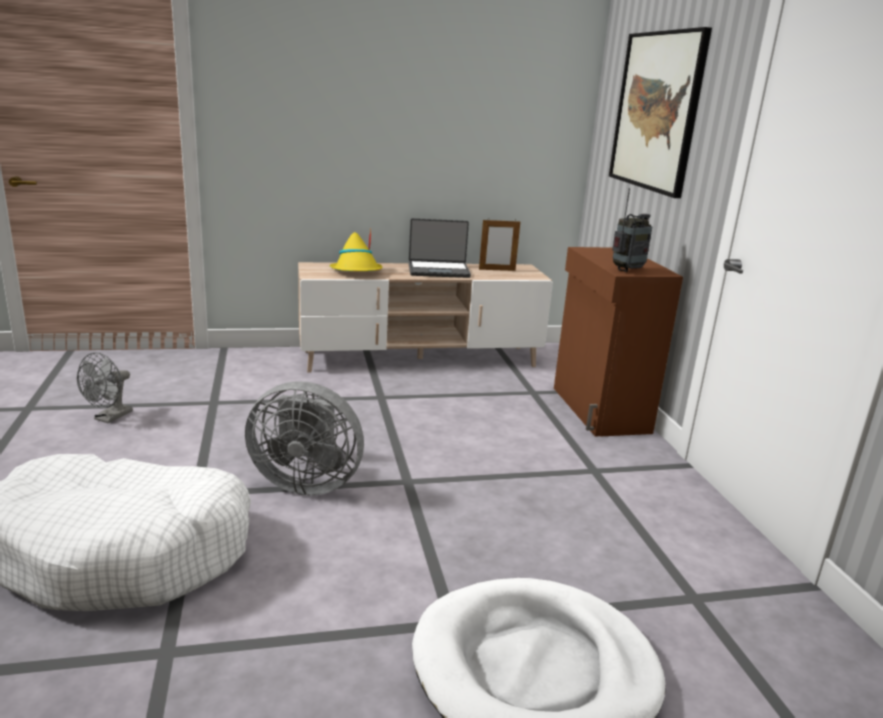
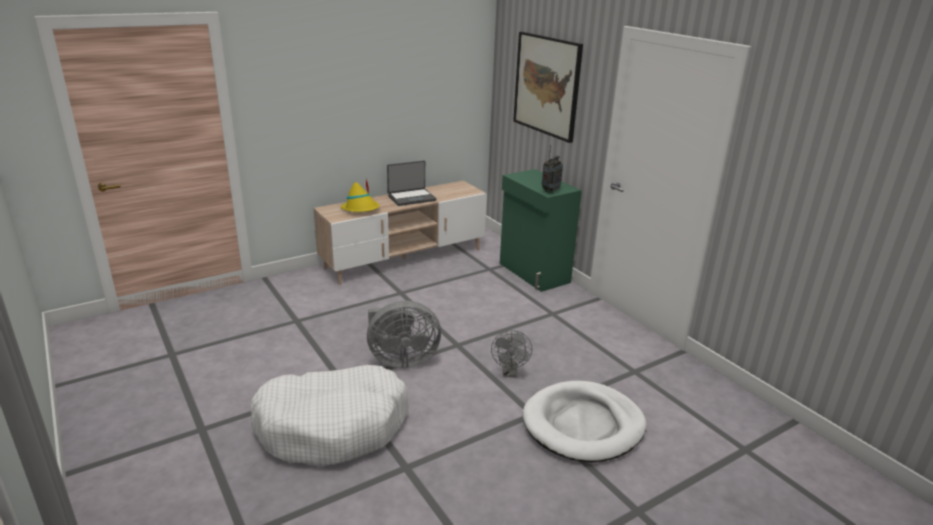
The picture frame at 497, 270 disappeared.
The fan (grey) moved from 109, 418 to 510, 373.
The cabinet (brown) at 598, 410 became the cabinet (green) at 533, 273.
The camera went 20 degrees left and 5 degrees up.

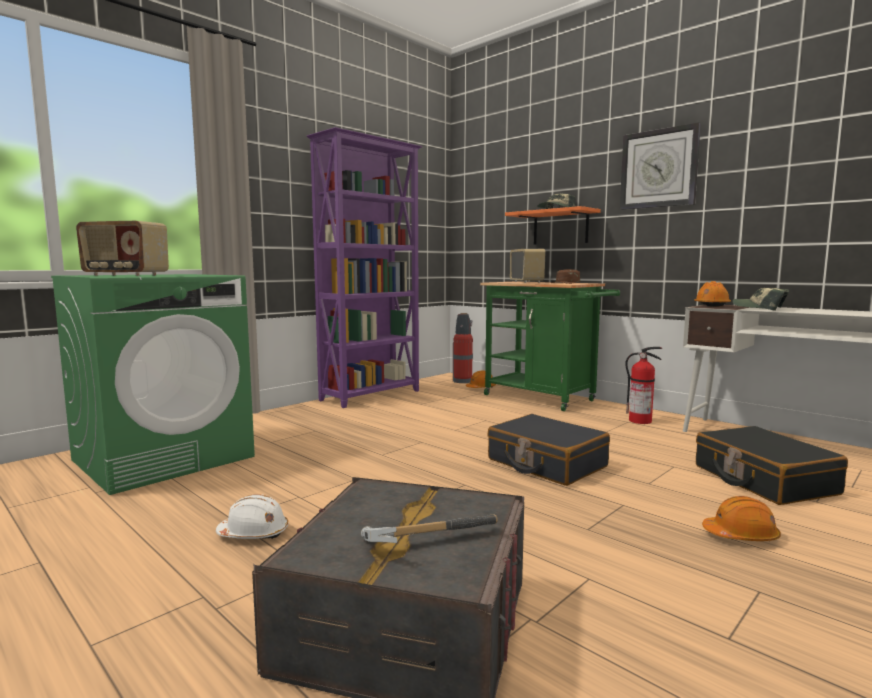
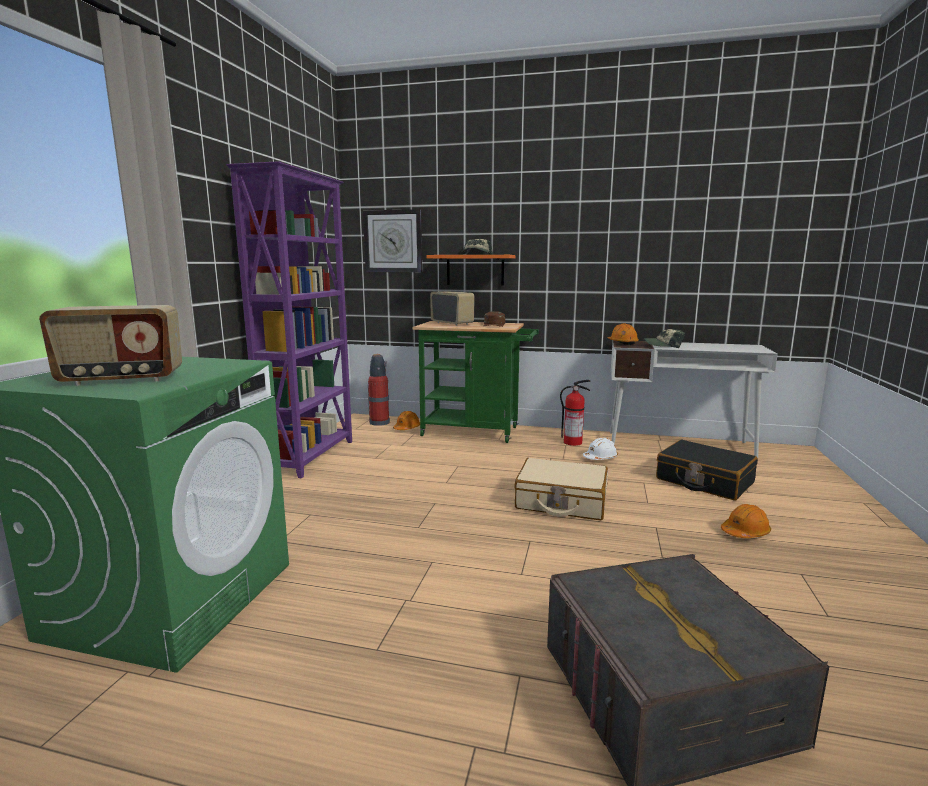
The hammer at 425, 540 disappeared.
The hard hat (white) moved from 254, 533 to 600, 458.
The wall clock moved from 659, 169 to 393, 241.
The suitcase (black) at 546, 463 became the suitcase (beige) at 561, 501.
The camera went 30 degrees left and 5 degrees up.

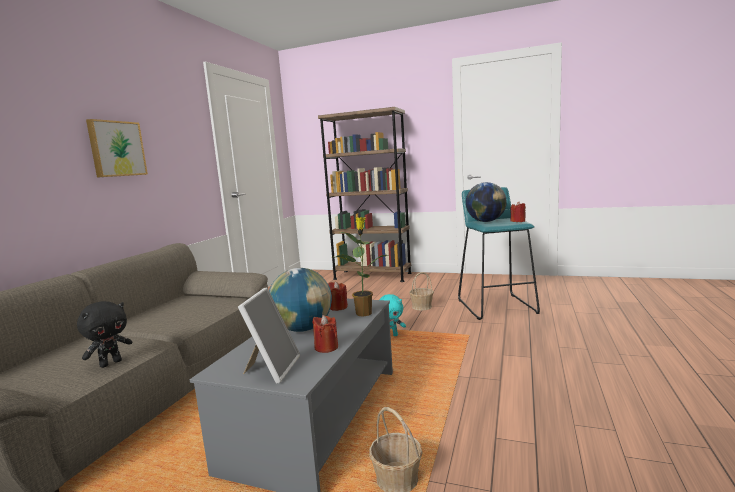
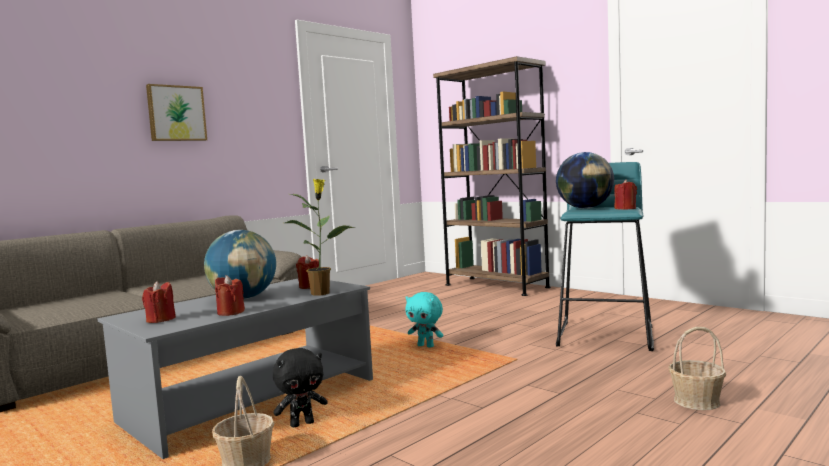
The plush toy (black) moved from 111, 363 to 302, 424.
The basket moved from 421, 307 to 696, 401.
The picture frame at 272, 368 was replaced by the candle (red) at 160, 320.
The camera went 25 degrees right and 5 degrees down.

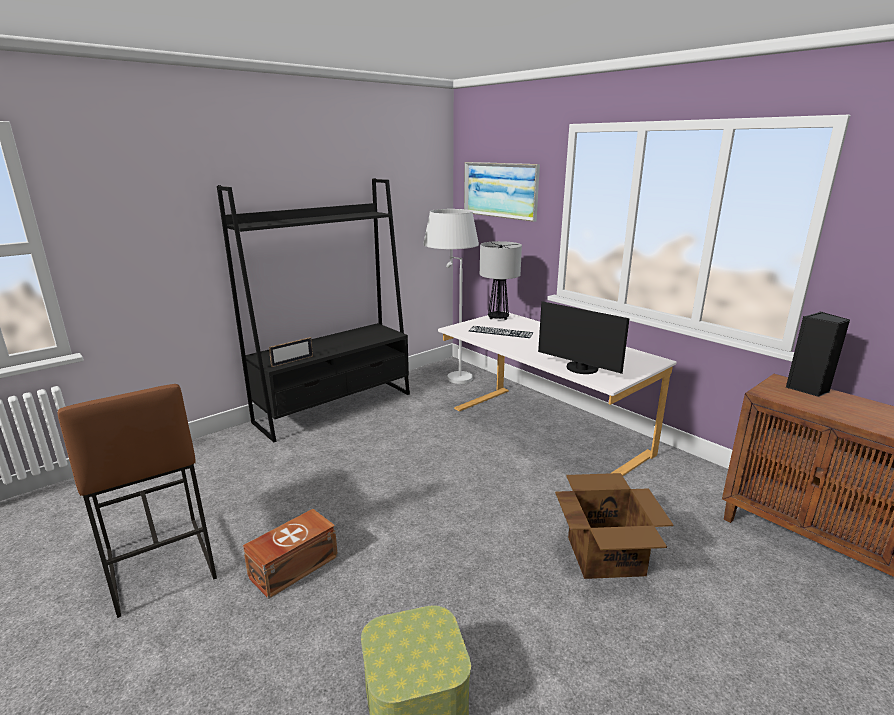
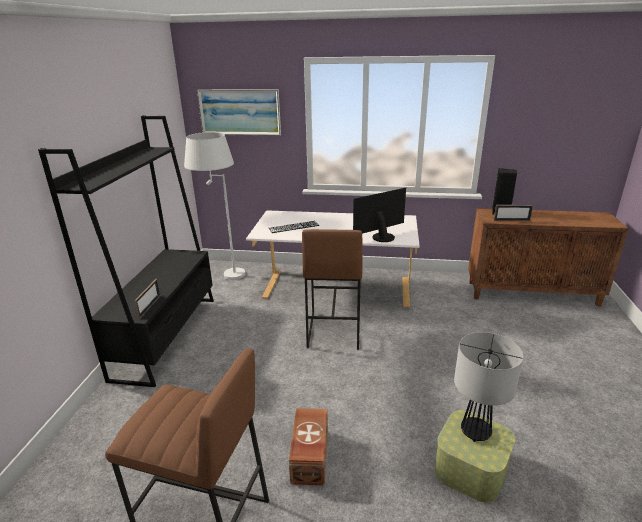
The cardboard box at 605, 555 disappeared.
The stool (brown) at 333, 330 appeared.
The picture frame at 511, 220 appeared.
The table lamp moved from 498, 318 to 476, 432.
The monitor at 580, 369 turned 150 degrees clockwise.
The camera went 40 degrees left and 5 degrees up.

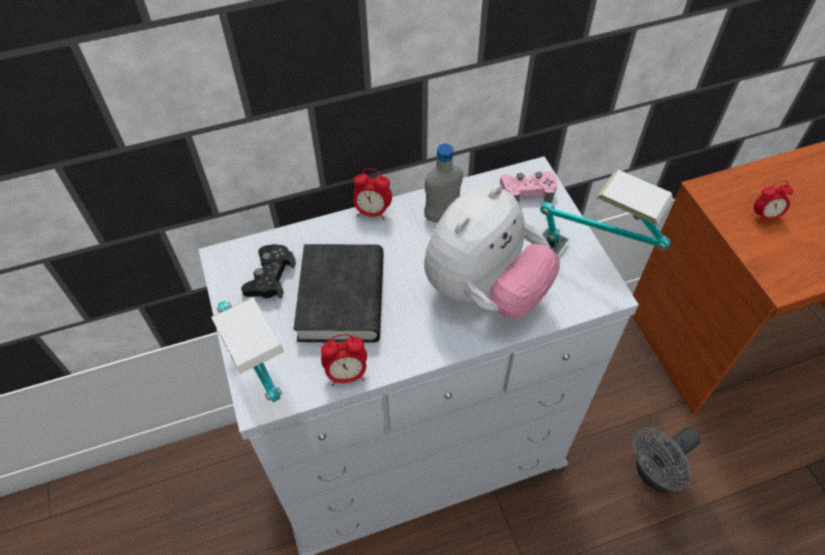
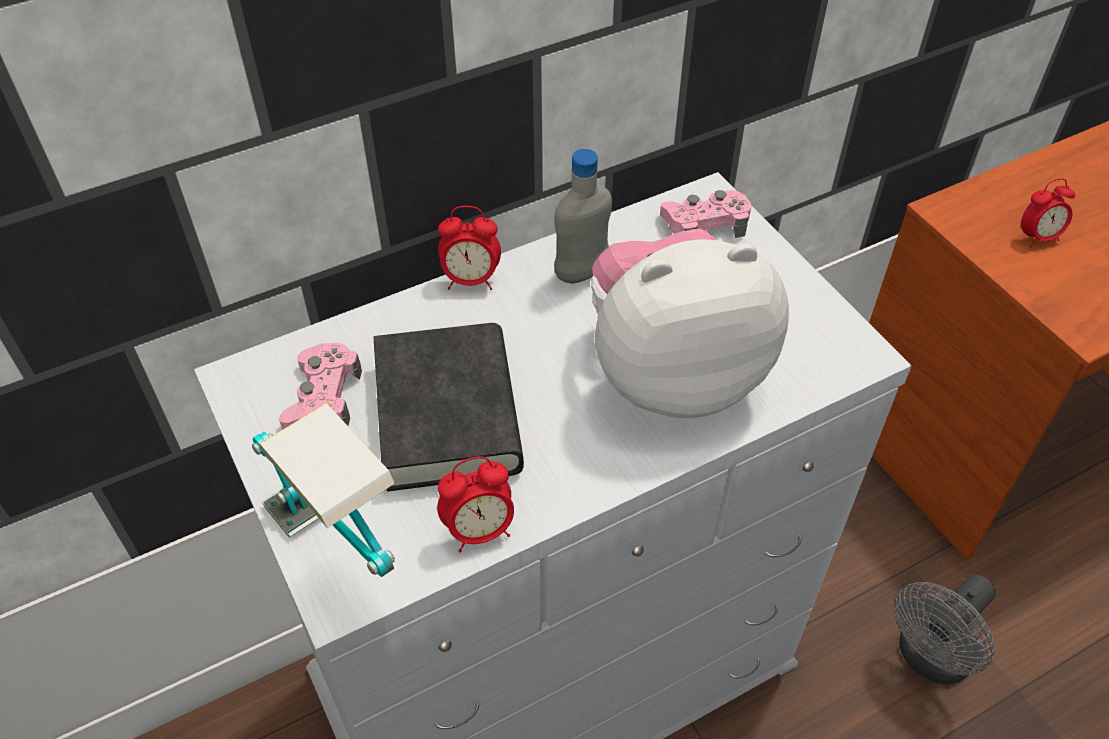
The table lamp at 589, 264 disappeared.
The game controller (black) at 270, 277 became the game controller (pink) at 323, 397.
The plush toy at 484, 290 turned 135 degrees counterclockwise.
The camera went 10 degrees left and 5 degrees down.

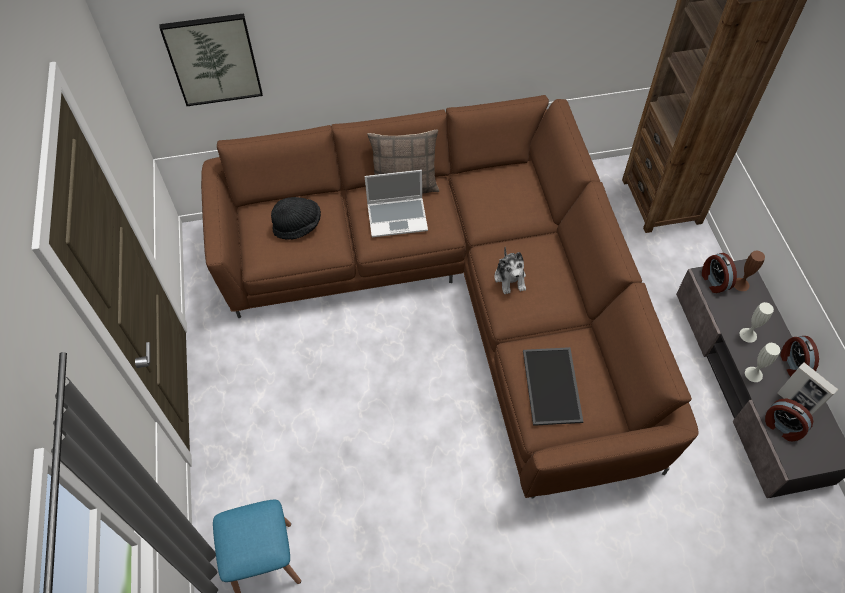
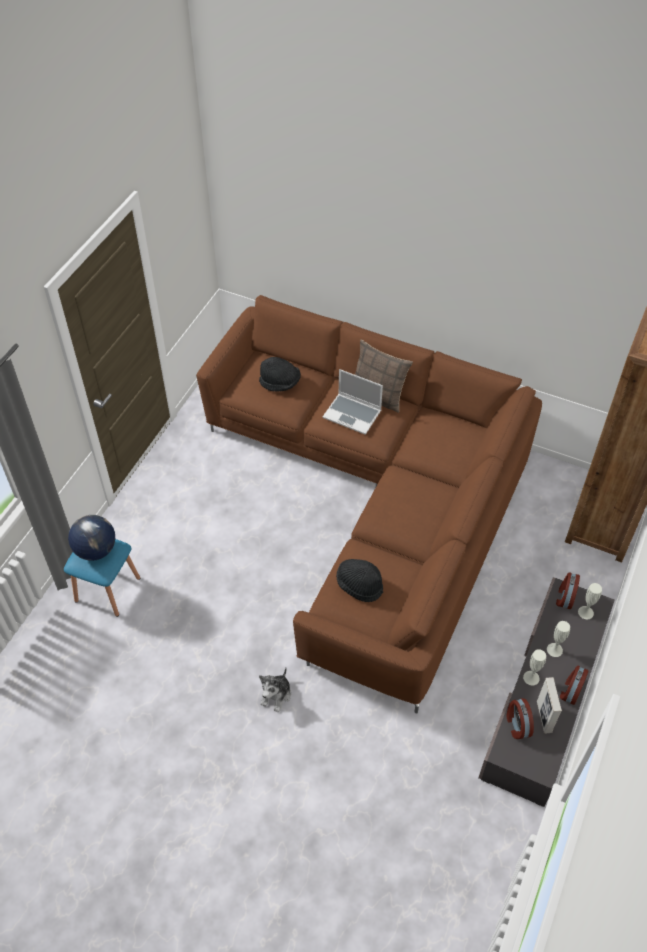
The picture at 213, 59 disappeared.
The globe at 95, 550 appeared.
The plush toy moved from 510, 278 to 276, 695.
The tray at 553, 386 was replaced by the hat (black) at 359, 585.
The vase (brown) at 741, 284 became the vase (white) at 585, 612.
The camera went 35 degrees right and 5 degrees down.

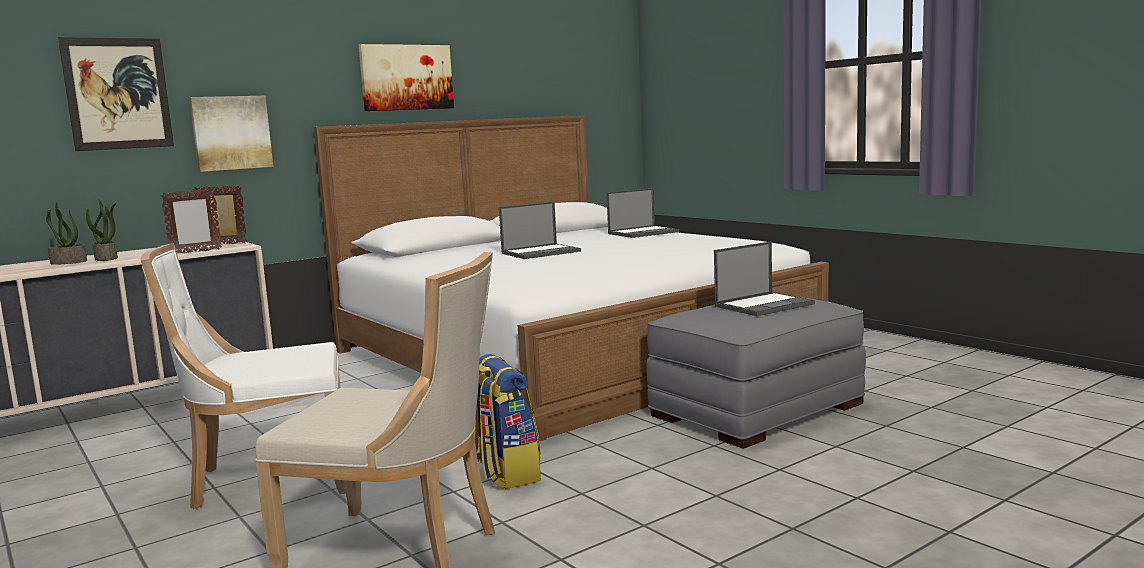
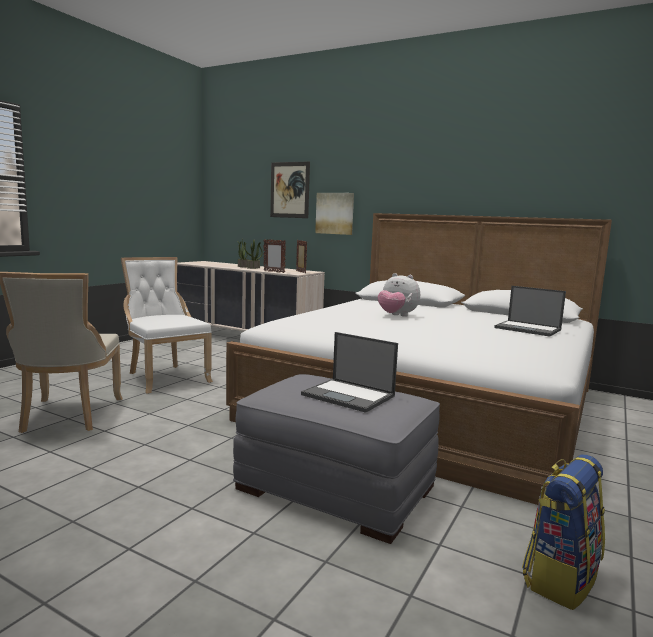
The picture at 406, 77 disappeared.
The backpack moved from 505, 473 to 560, 578.
The laptop at 541, 252 was replaced by the plush toy at 397, 316.
The camera went 65 degrees right and 0 degrees up.

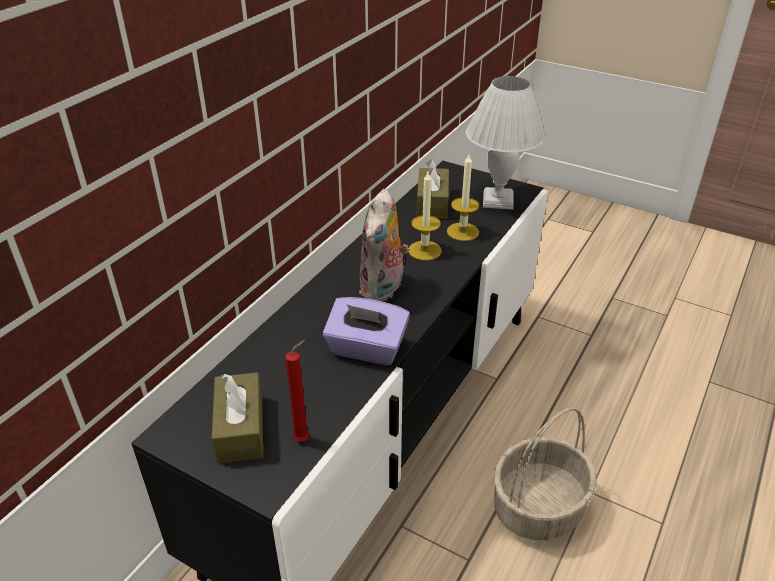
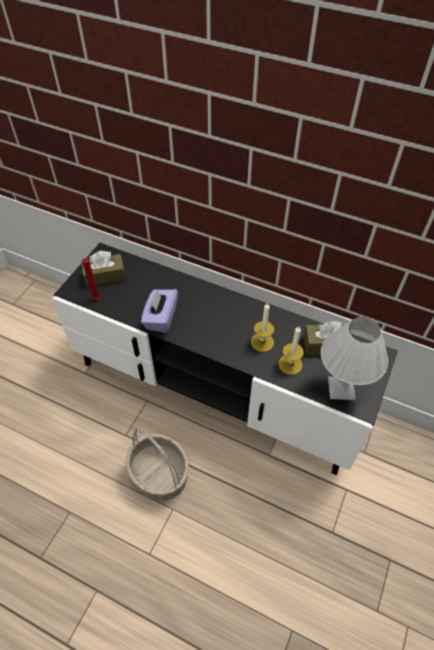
The plush toy at 384, 289 disappeared.
The camera went 85 degrees right and 15 degrees up.

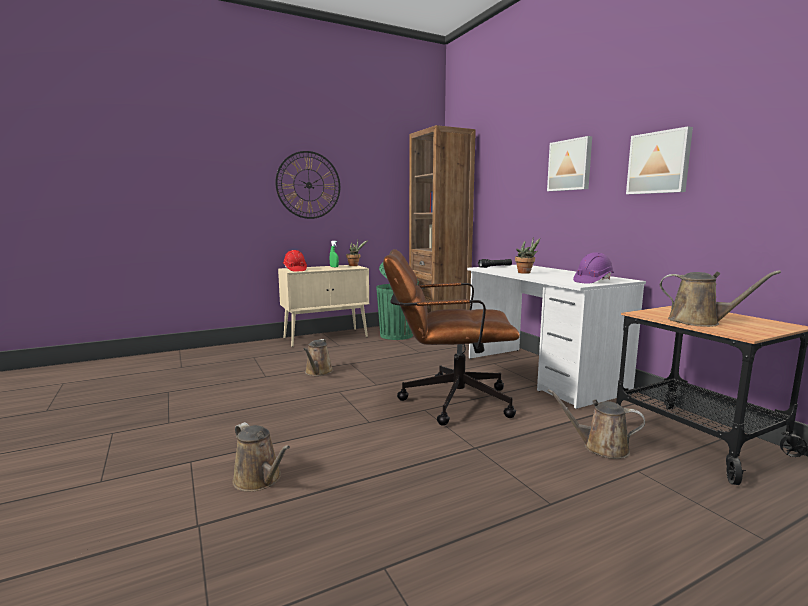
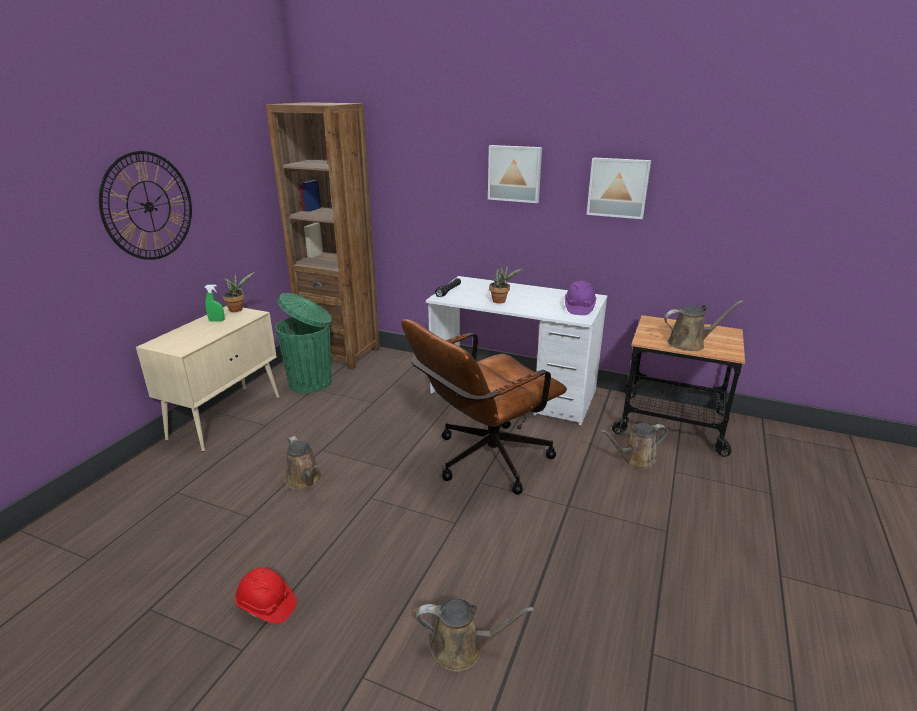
The hard hat (red) moved from 295, 270 to 266, 605.
The camera went 40 degrees left and 15 degrees up.

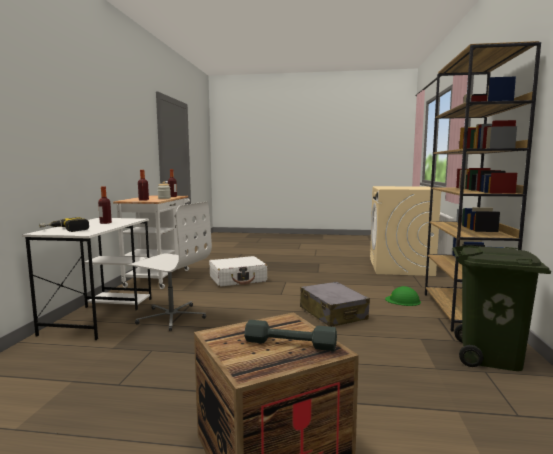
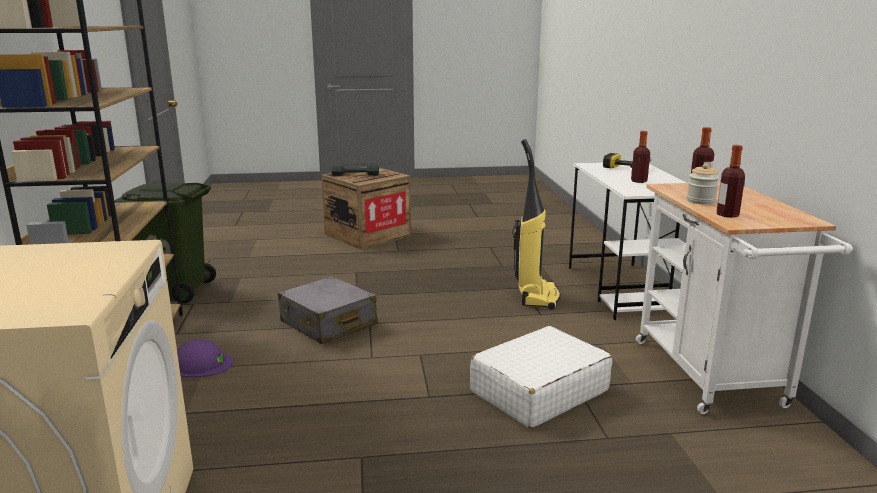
The office chair (white) at 171, 317 was replaced by the vacuum cleaner at 536, 296.
The hard hat (green) at 403, 300 became the hard hat (purple) at 201, 364.
The camera went 165 degrees right and 10 degrees up.

